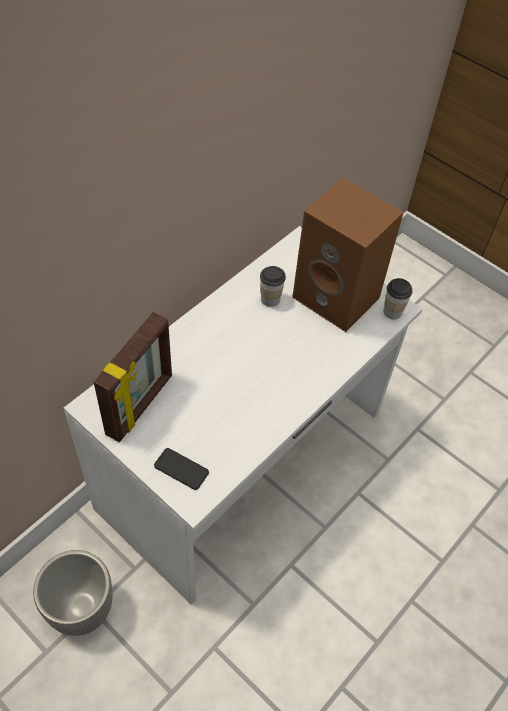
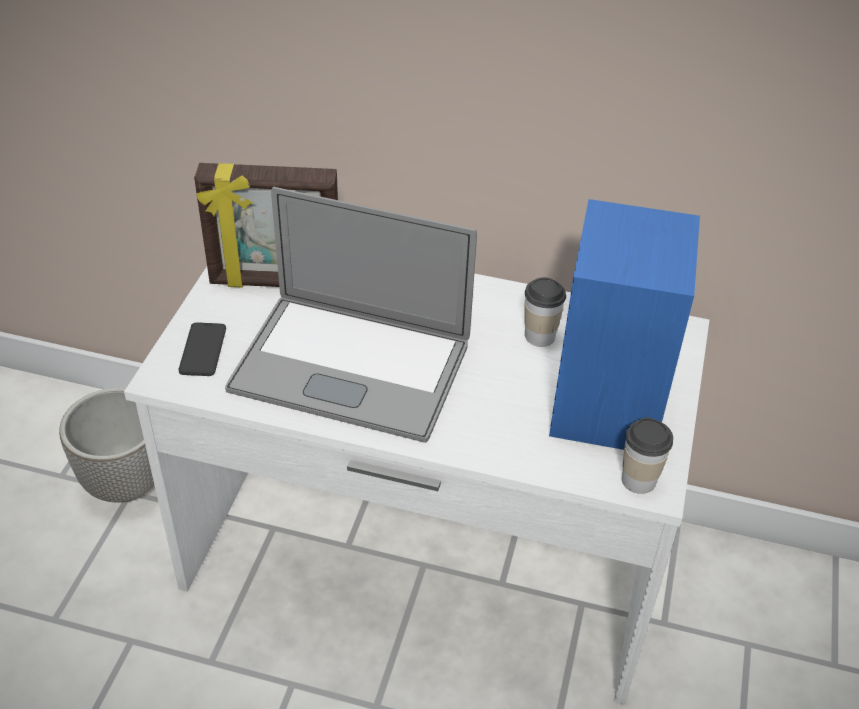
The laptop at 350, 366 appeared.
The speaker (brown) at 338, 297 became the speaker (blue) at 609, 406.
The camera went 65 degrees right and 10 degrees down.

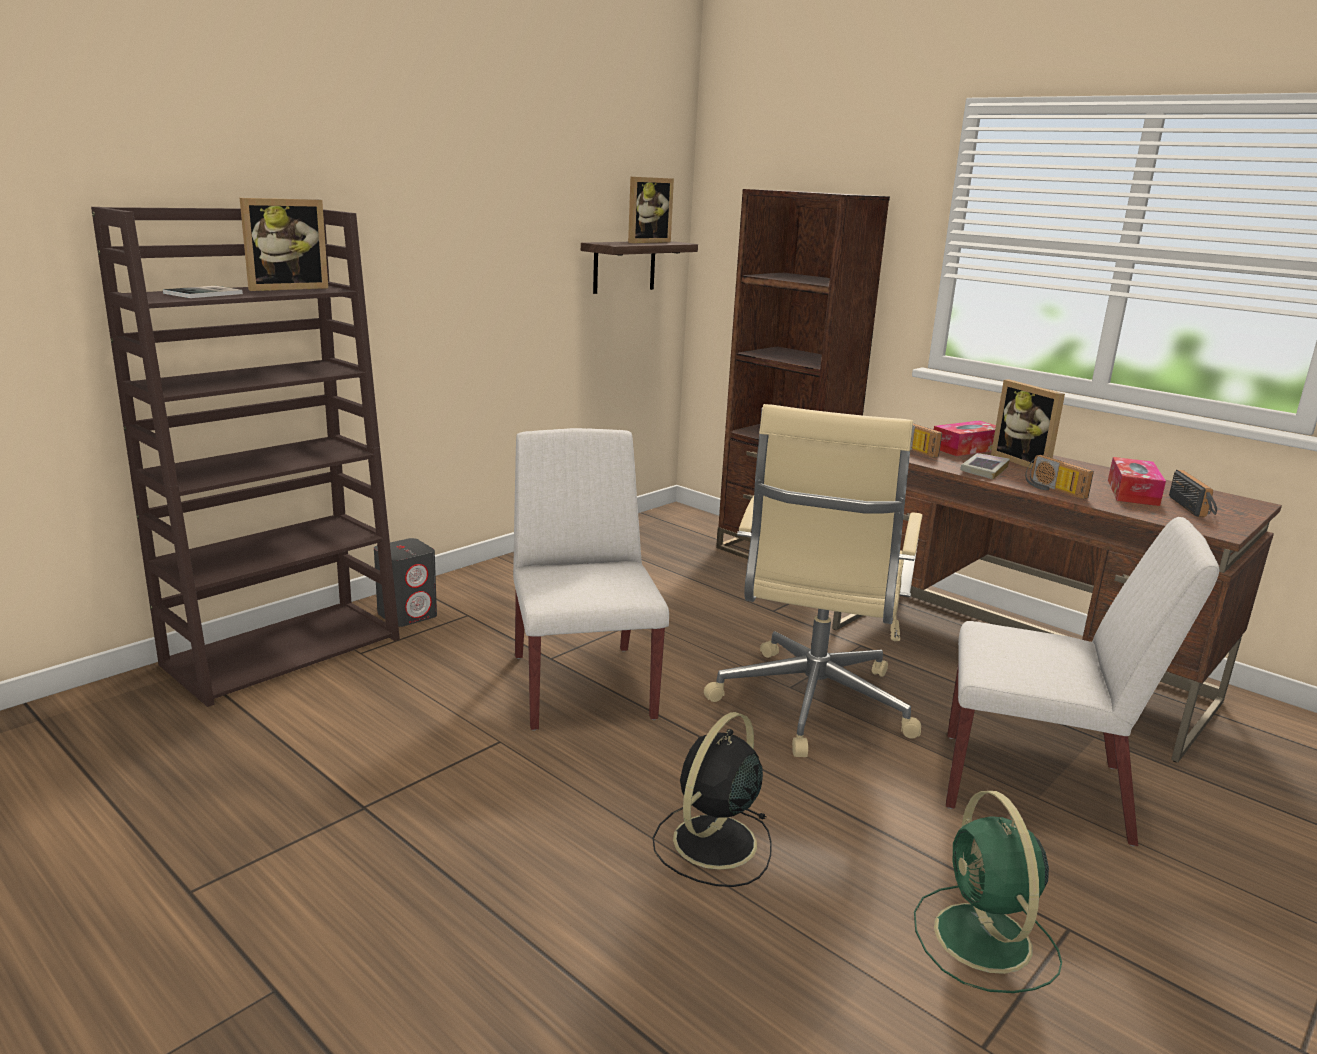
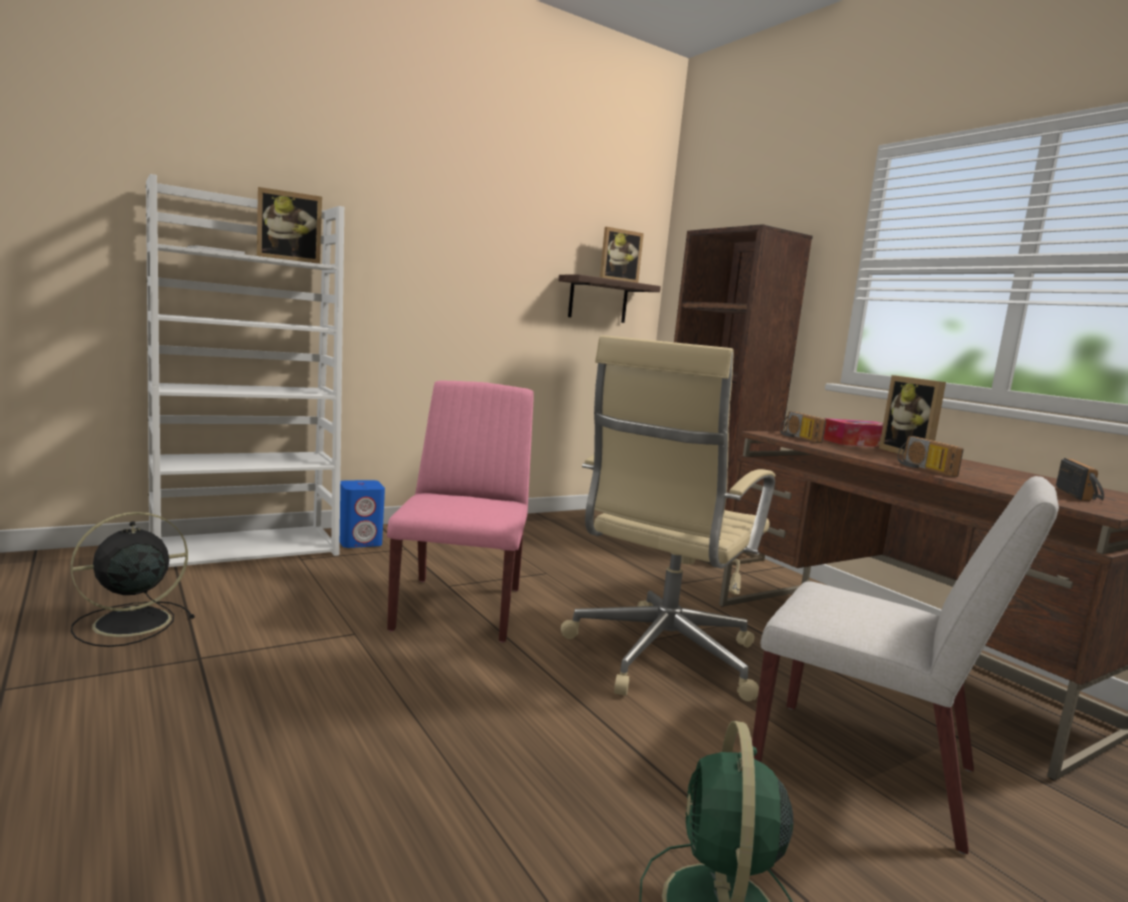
The book at 984, 470 disappeared.
The tissue box at 1132, 492 disappeared.
The fan (black) moved from 712, 844 to 128, 623.
The bookcase (brown) at 284, 650 became the bookcase (white) at 247, 548.
The speaker (grey) at 408, 614 became the speaker (blue) at 360, 542.
The chair (white) at 582, 685 became the chair (pink) at 459, 607.
The camera went 15 degrees right and 10 degrees down.

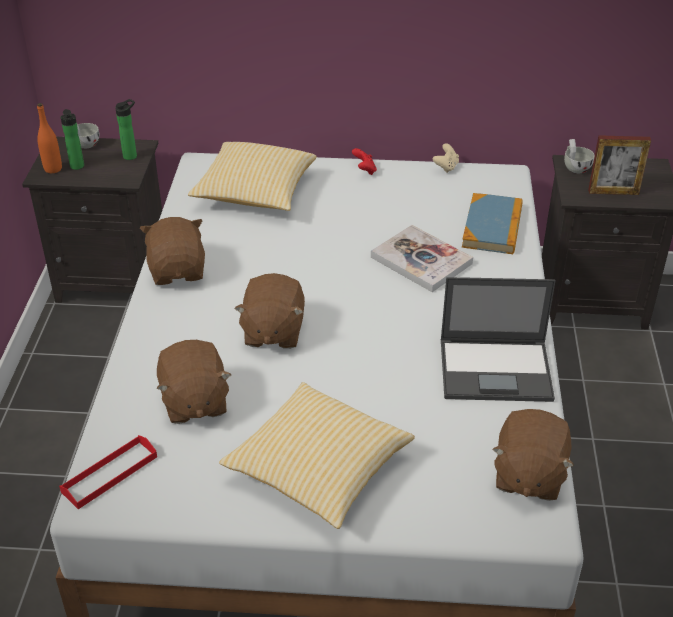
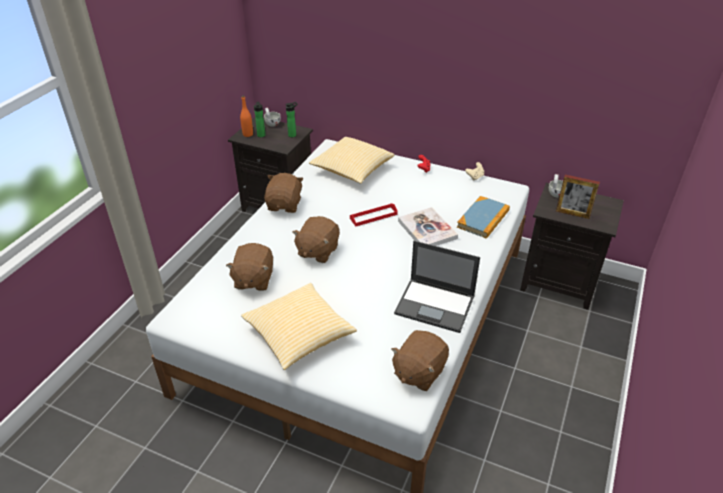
The tray (red) moved from 109, 474 to 373, 216.
The camera went 20 degrees right and 0 degrees up.

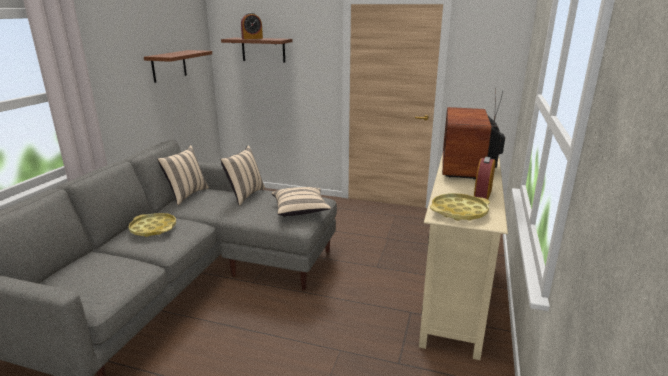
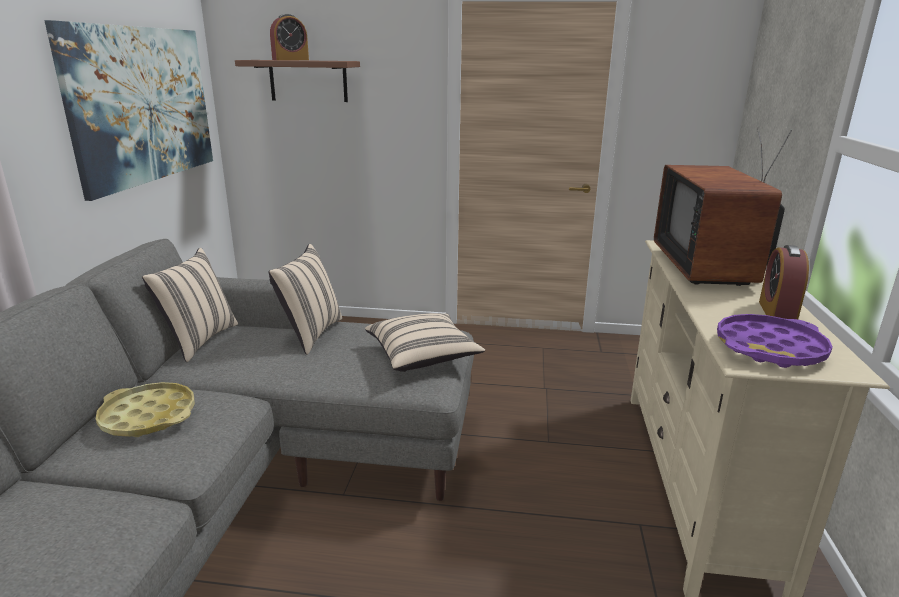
The shelf (brown) at 169, 66 was replaced by the picture at 143, 105.
The tray (yellow) at 459, 211 became the tray (purple) at 769, 348.
The camera went 10 degrees left and 0 degrees up.

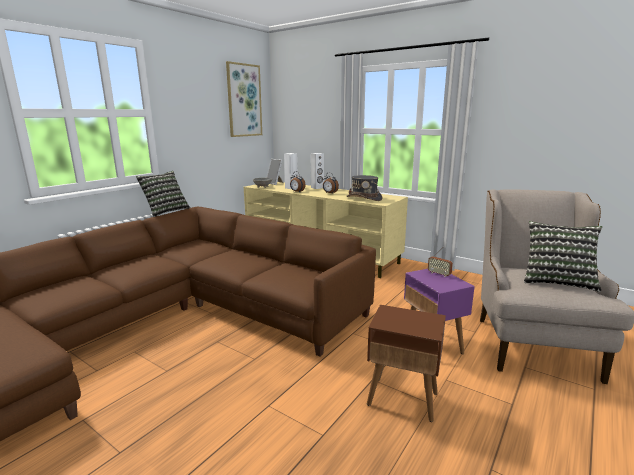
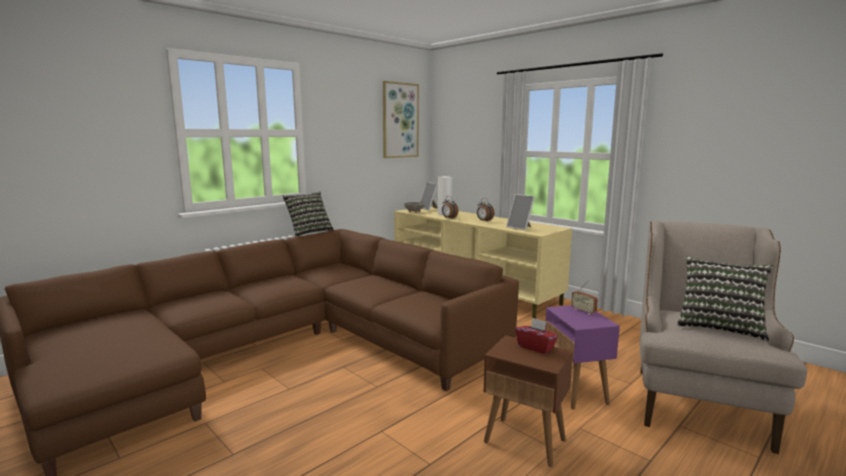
The speaker (white) at 317, 188 disappeared.
The tissue box (red) at 536, 347 appeared.
The hat (grey) at 364, 198 was replaced by the picture frame at 520, 227.
The camera went 10 degrees right and 5 degrees down.

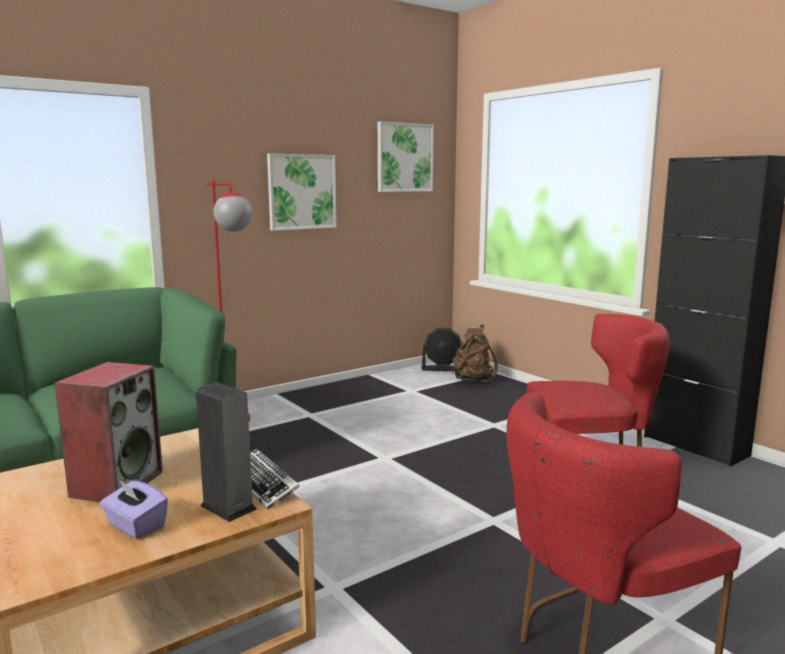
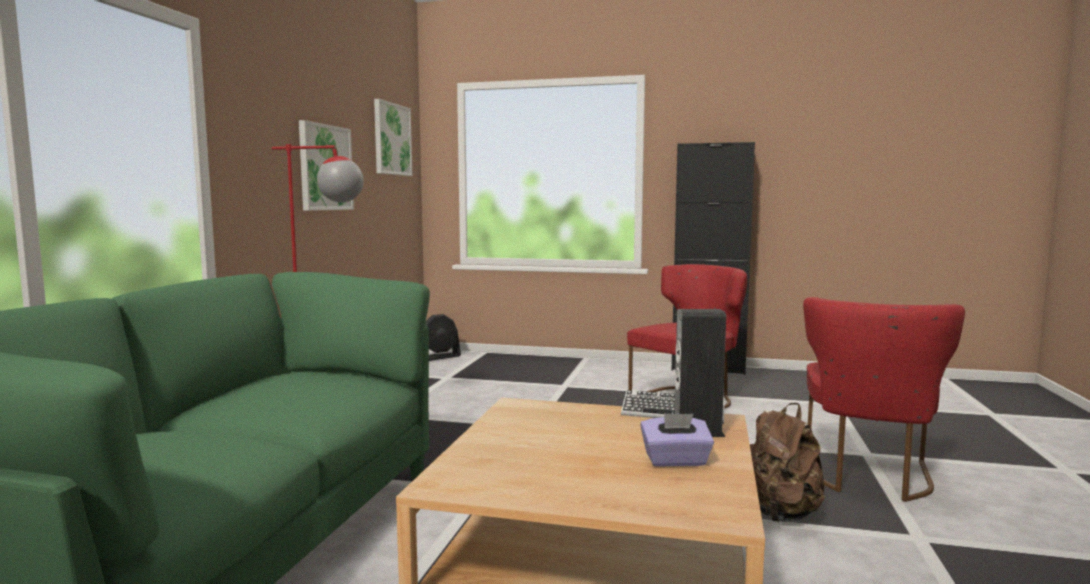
The speaker at 117, 483 disappeared.
The backpack (brown) moved from 473, 380 to 779, 514.
The camera went 40 degrees left and 5 degrees down.

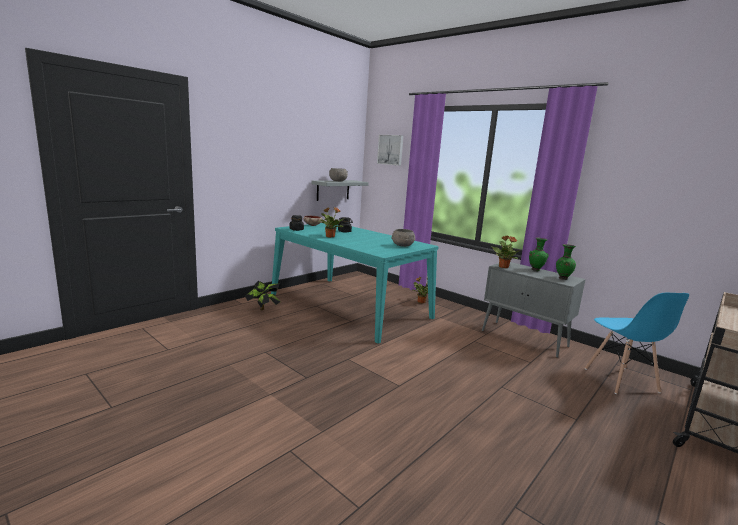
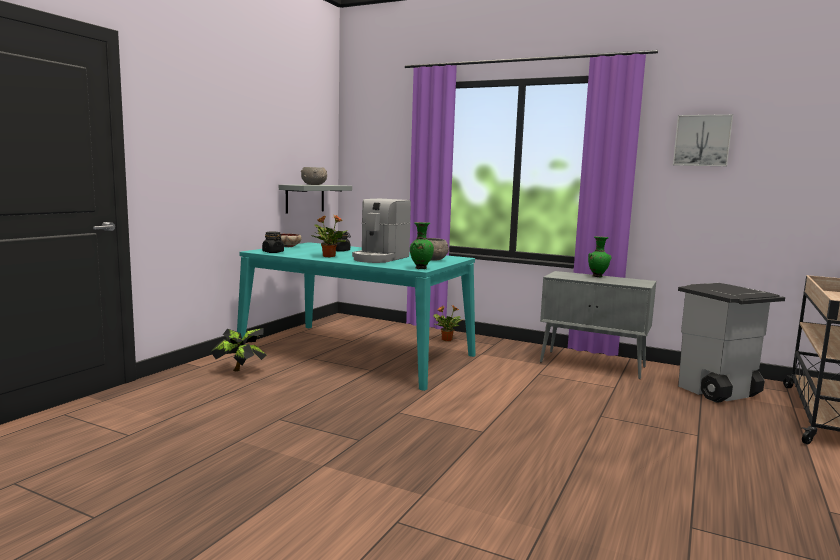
The potted plant at 503, 267 disappeared.
The coffee machine at 380, 258 appeared.
The picture moved from 390, 150 to 702, 140.
The vase (green) moved from 562, 278 to 420, 268.
The chair (blue) at 621, 380 was replaced by the trash can (grey) at 717, 392.
The camera went 15 degrees left and 5 degrees down.

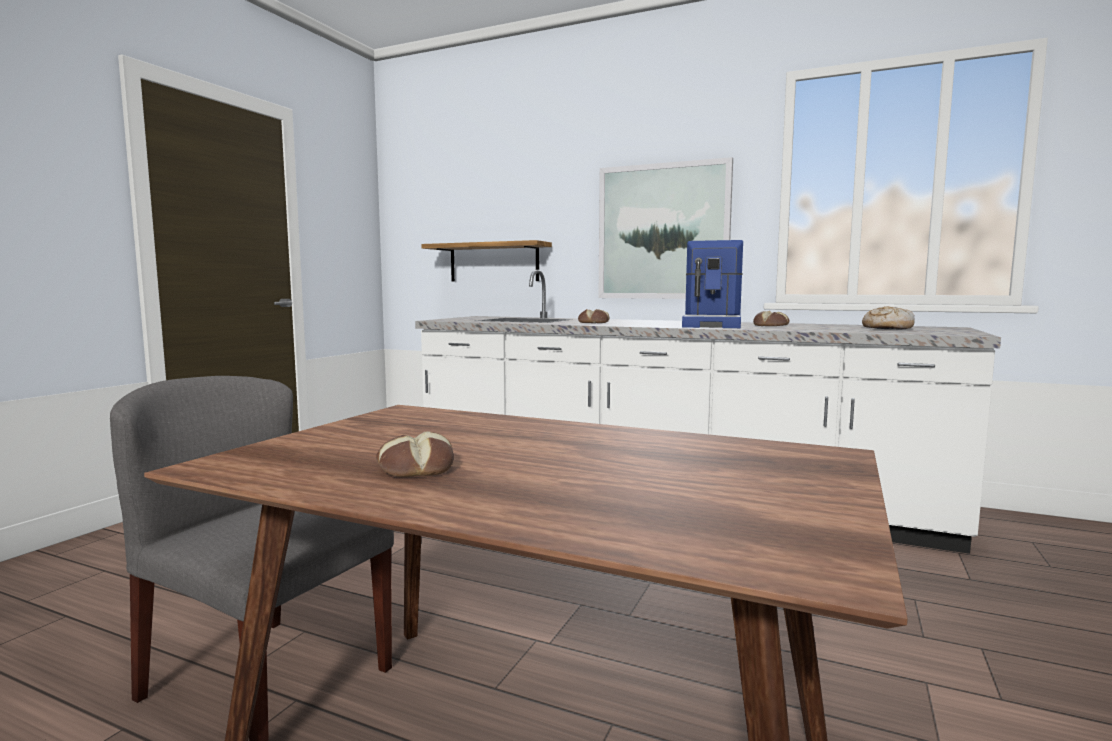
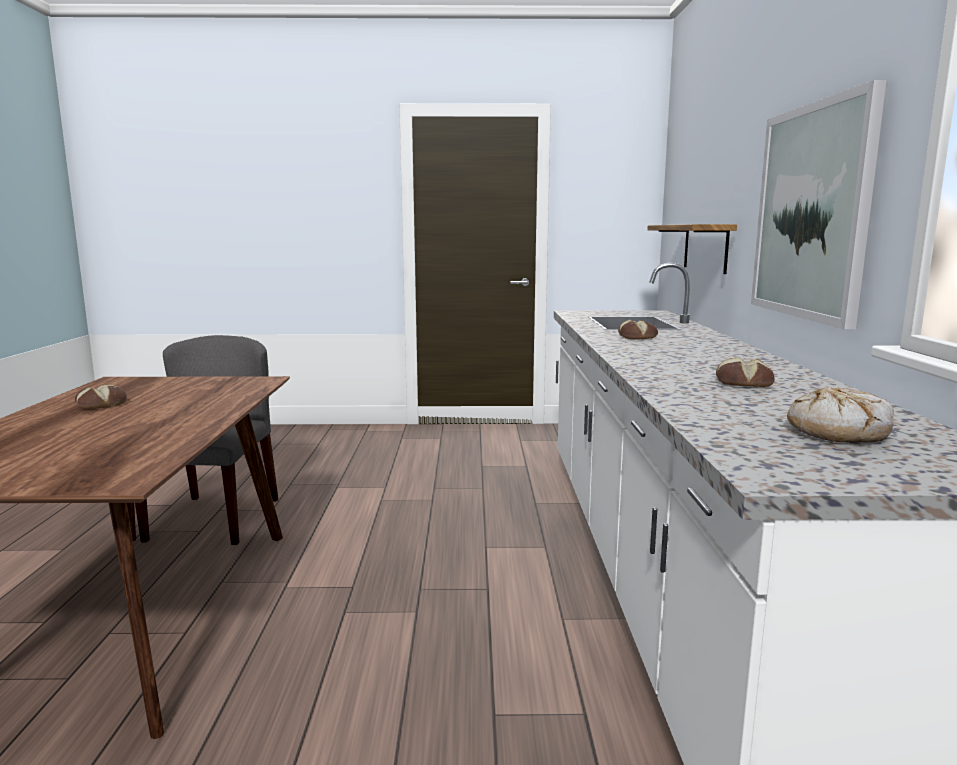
The coffee machine at 713, 324 disappeared.
The camera went 65 degrees right and 5 degrees up.

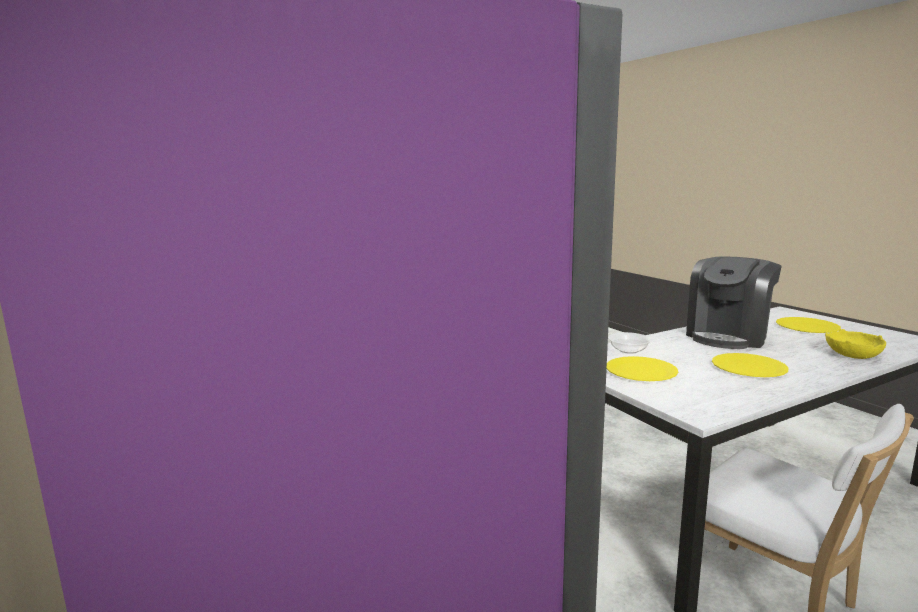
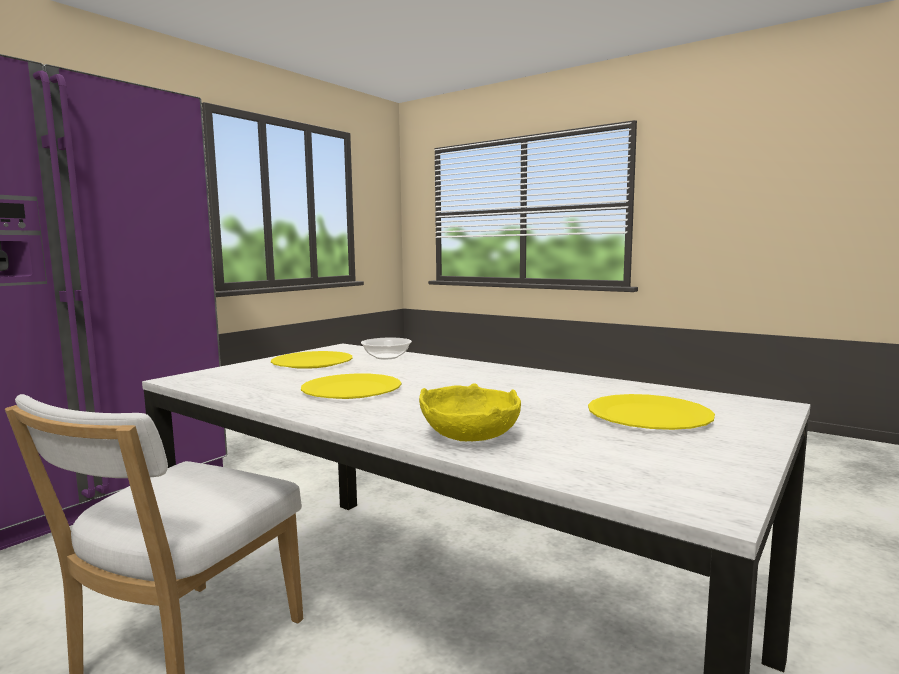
The coffee machine at 728, 336 disappeared.
The camera went 65 degrees right and 5 degrees down.

